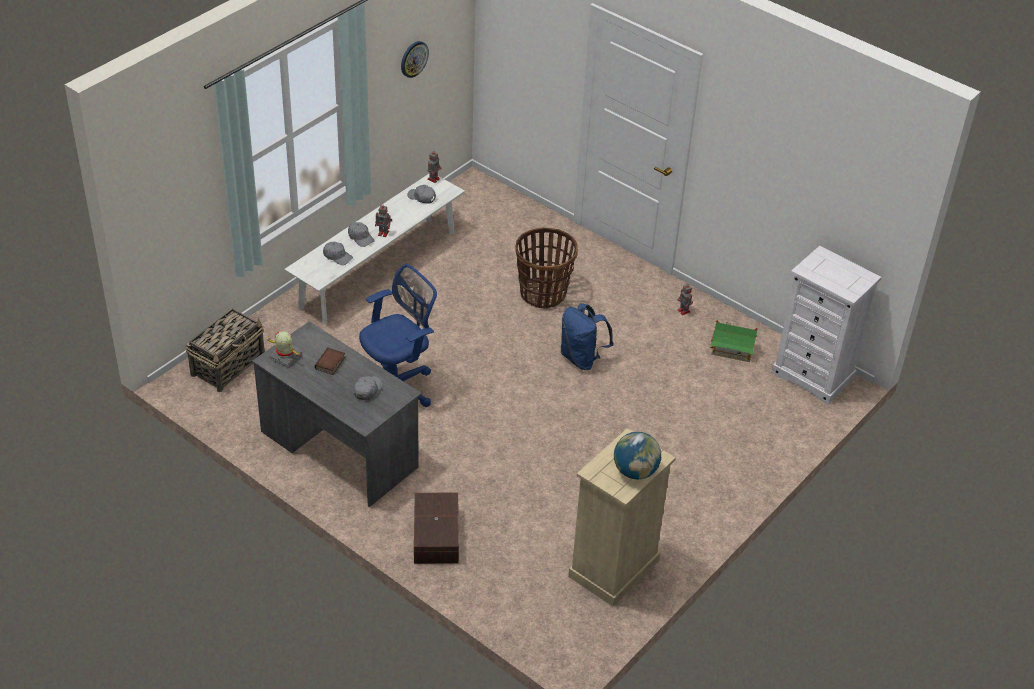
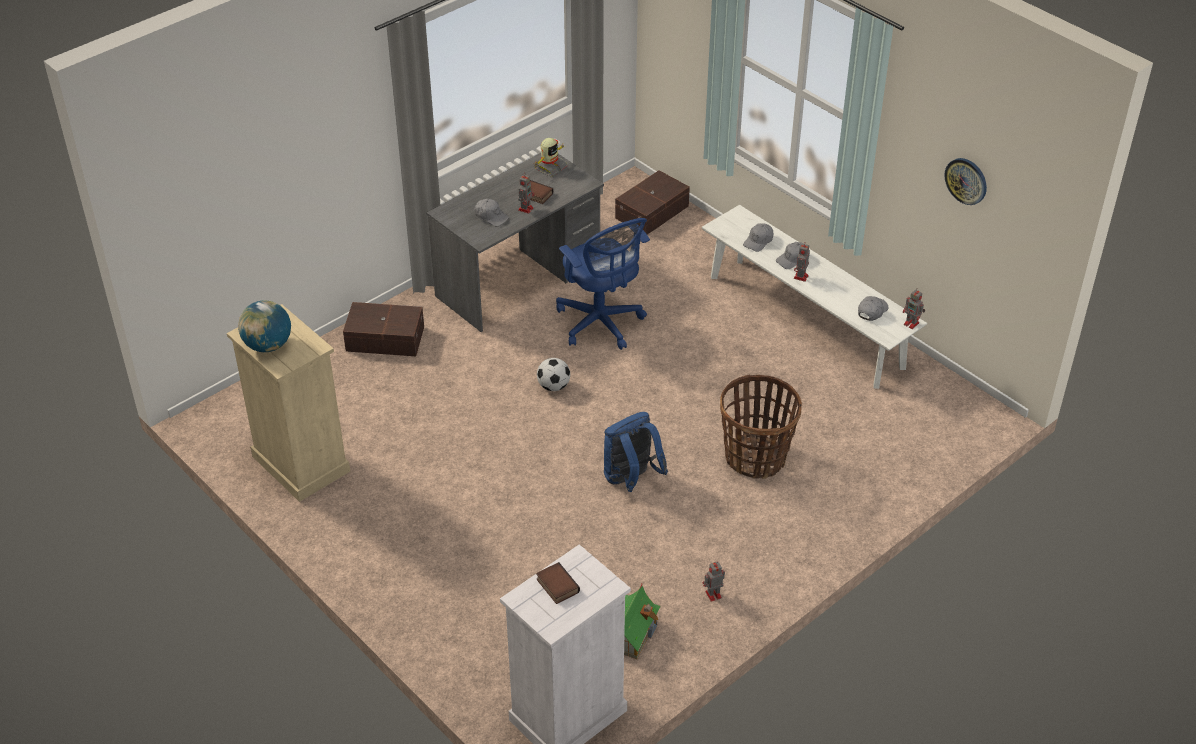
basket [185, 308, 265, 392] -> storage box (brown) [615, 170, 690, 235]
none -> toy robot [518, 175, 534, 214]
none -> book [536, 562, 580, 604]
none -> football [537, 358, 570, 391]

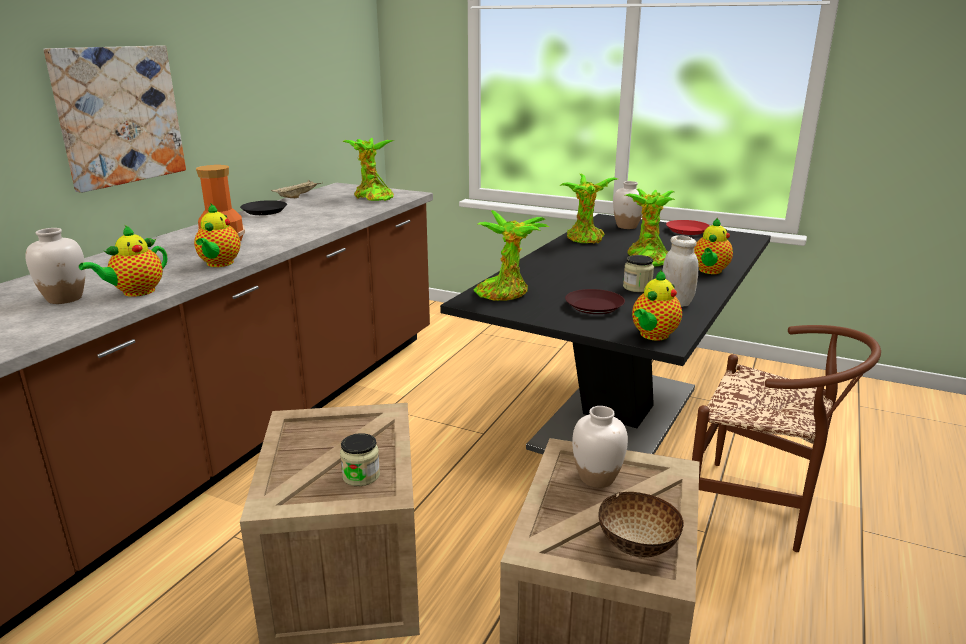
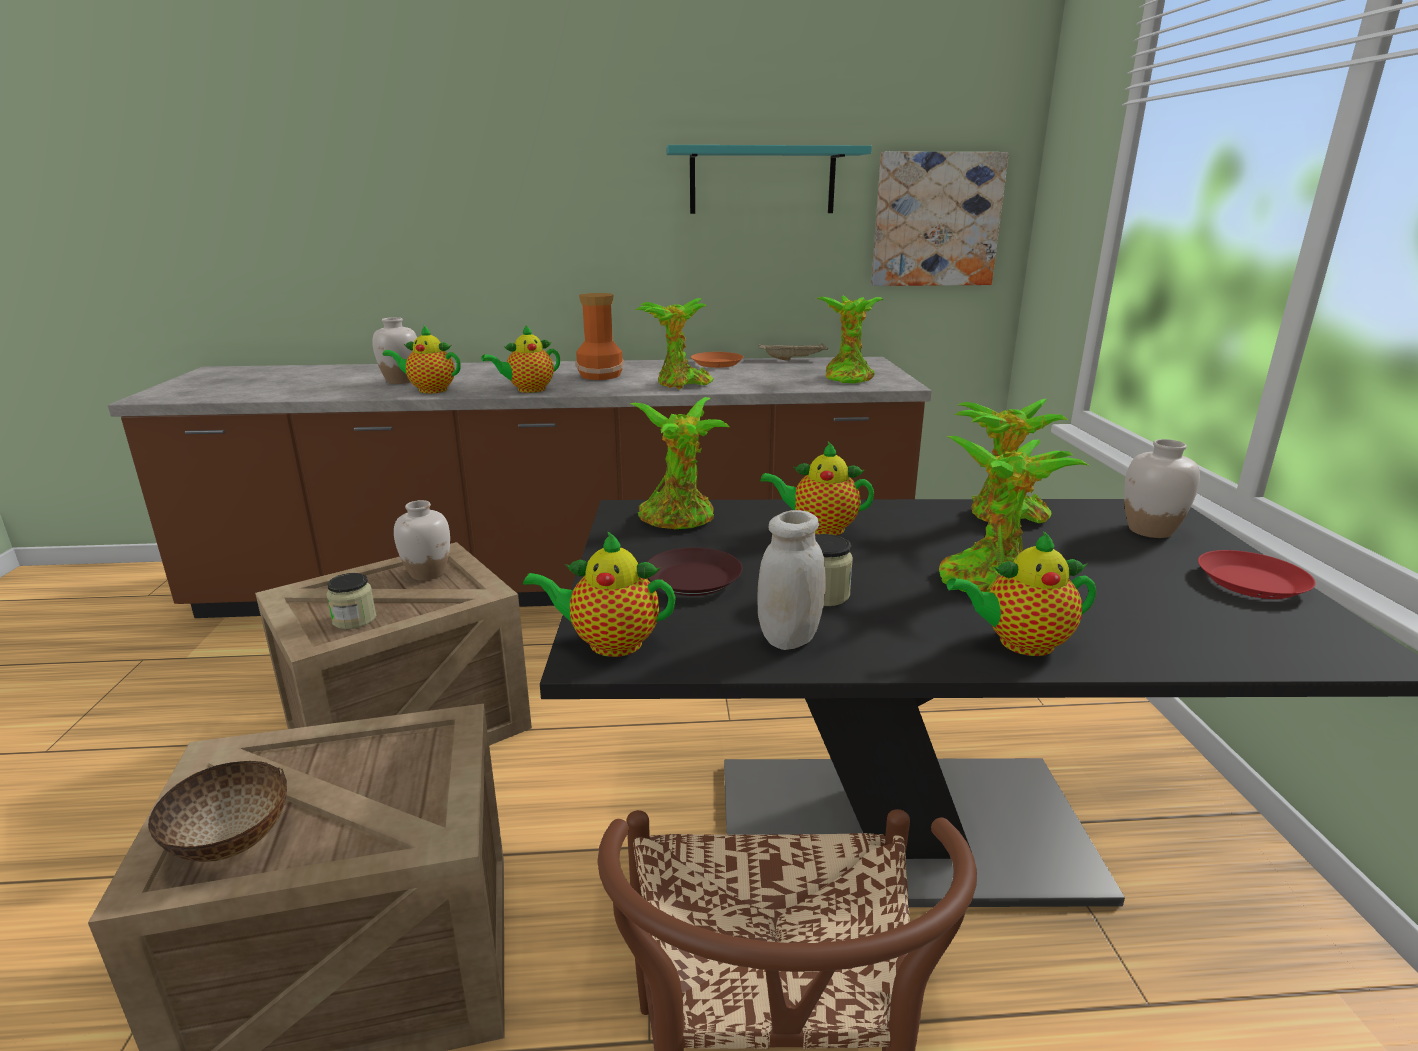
picture [43, 46, 186, 193] -> picture [871, 152, 1009, 286], shifted
plate (black) [240, 200, 287, 215] -> plate (orange) [691, 352, 744, 368]
vase (white) [572, 406, 628, 488] -> vase (white) [394, 500, 450, 581], shifted
none -> potted plant [636, 298, 713, 390]
none -> shelf (turquoise) [666, 145, 872, 214]
none -> teapot [760, 442, 874, 535]

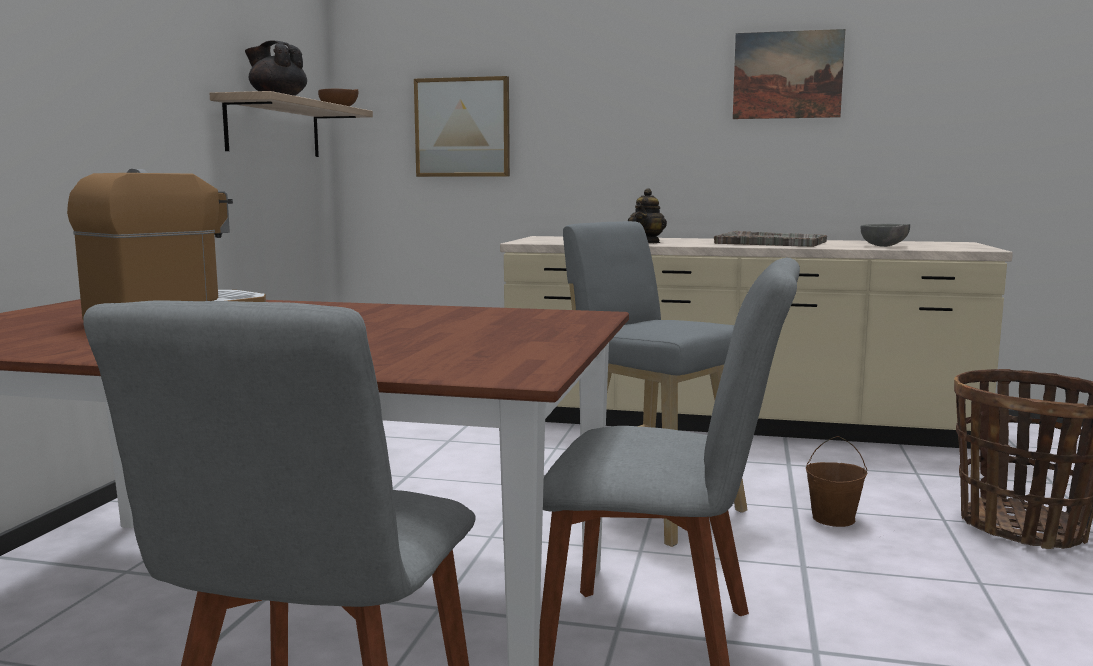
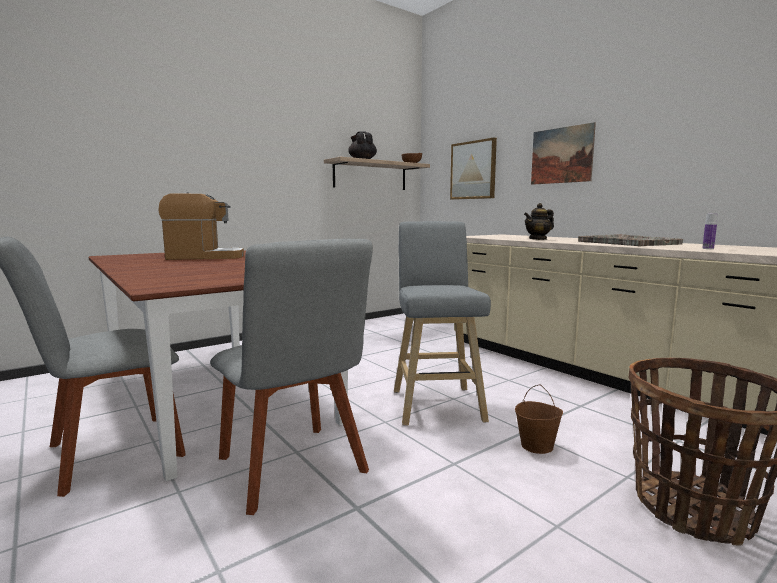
picture [733, 29, 845, 119] -> picture [531, 122, 596, 185], shifted
bowl (grey) [861, 224, 910, 247] -> bottle [702, 214, 718, 249]

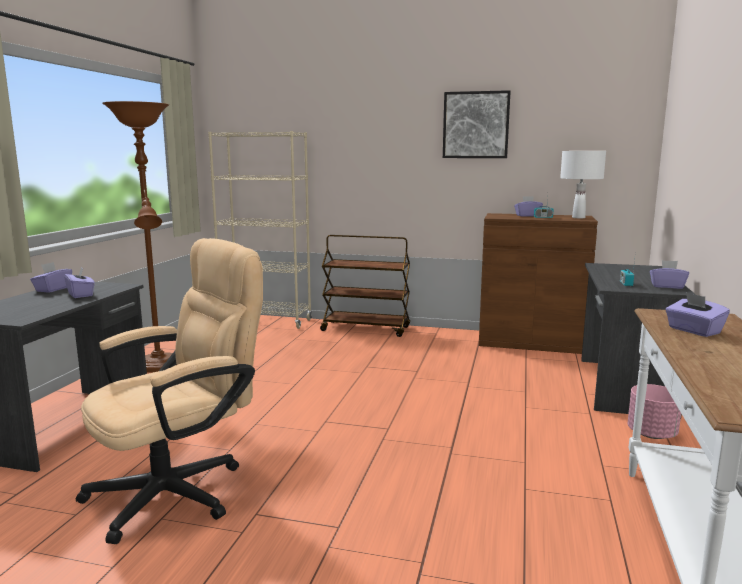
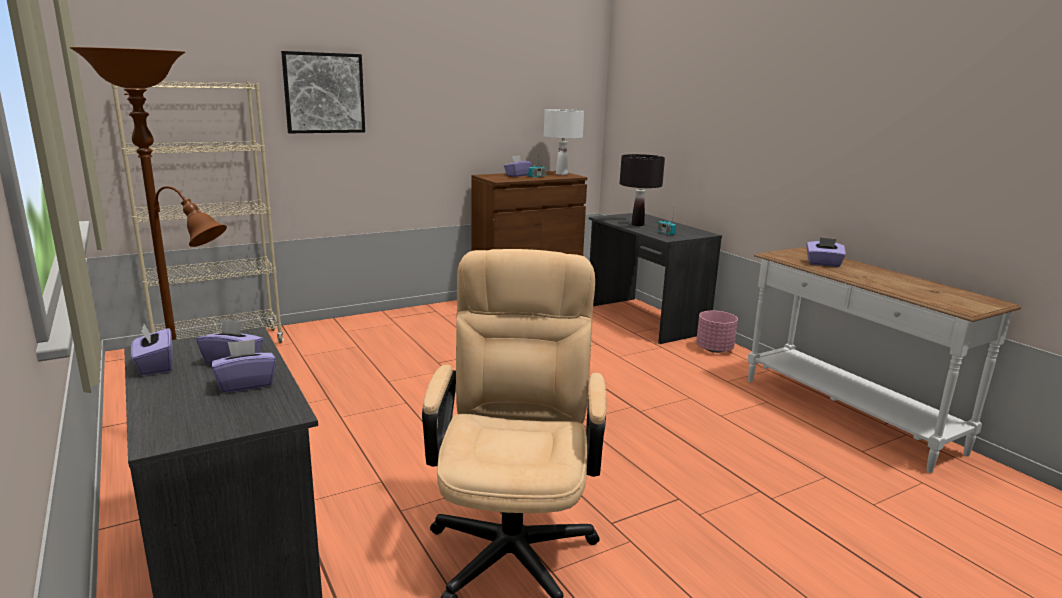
cart (brown) [320, 235, 410, 337] -> none
picture [443, 90, 511, 158] -> picture [281, 51, 365, 133], shifted
tissue box (purple) [650, 260, 689, 289] -> tissue box (purple) [212, 339, 276, 393], shifted
none -> table lamp (black) [620, 154, 665, 226]

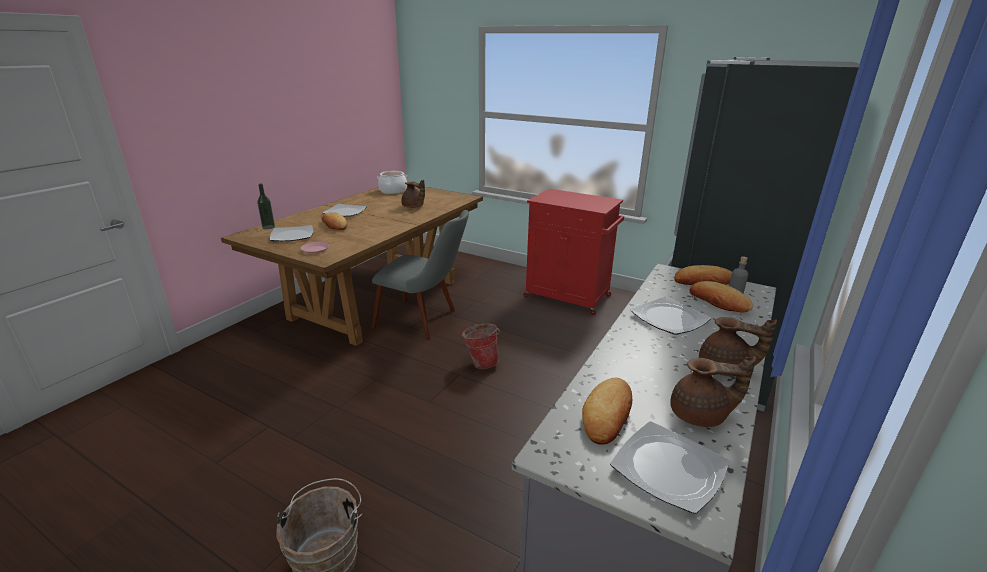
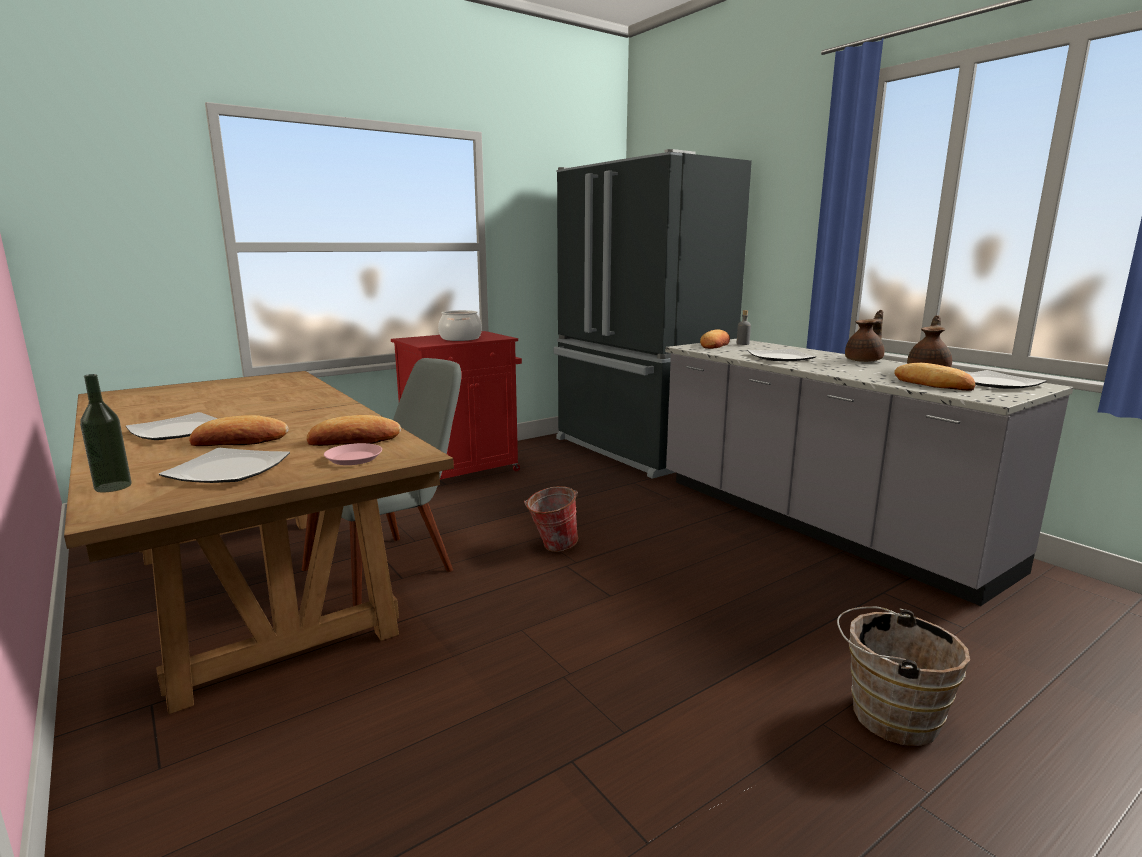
cooking pot [377, 171, 407, 194] -> cooking pot [438, 310, 482, 341], shifted
teapot (brown) [401, 180, 425, 208] -> none
bread [690, 281, 753, 313] -> bread [307, 415, 401, 446], shifted

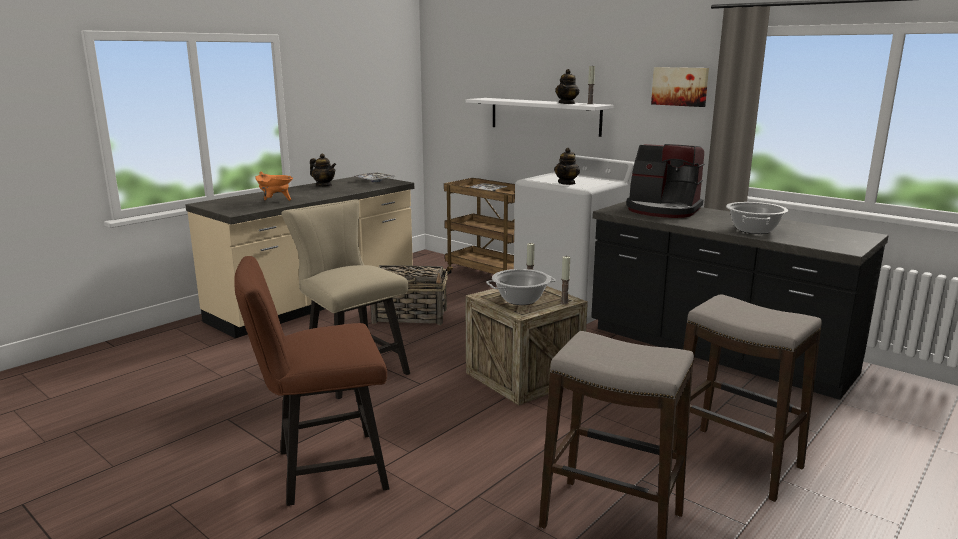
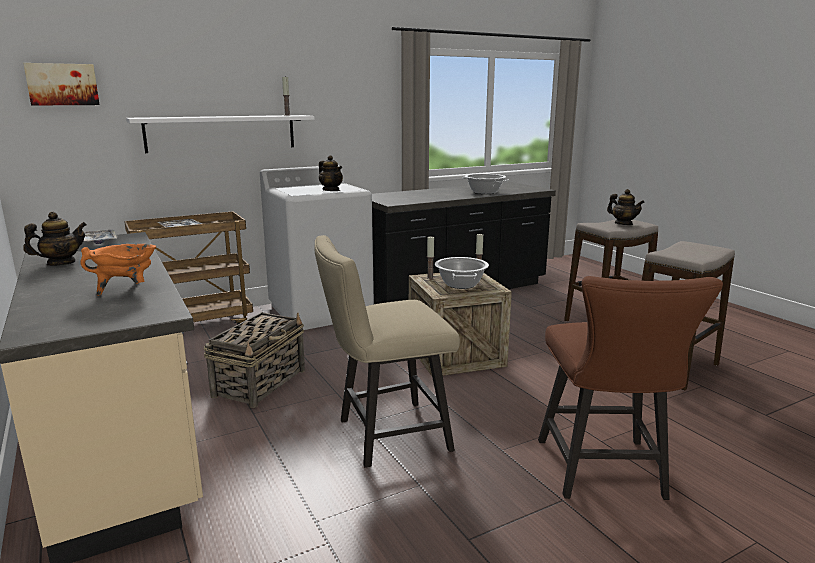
teapot [555, 69, 579, 104] -> teapot [607, 189, 645, 225], shifted
coffee machine [626, 144, 704, 218] -> none
picture [651, 67, 709, 107] -> picture [23, 63, 100, 106], shifted

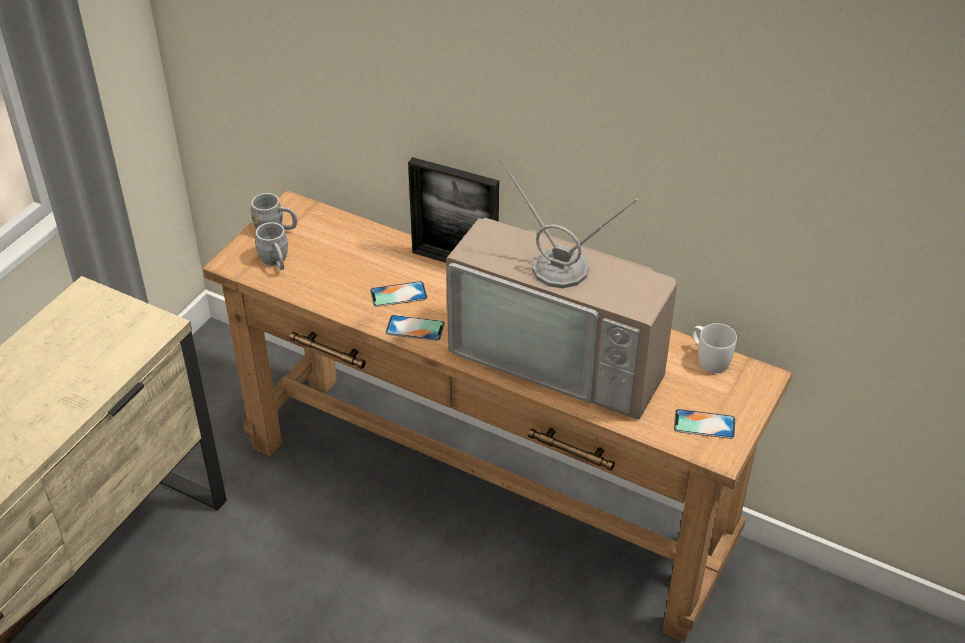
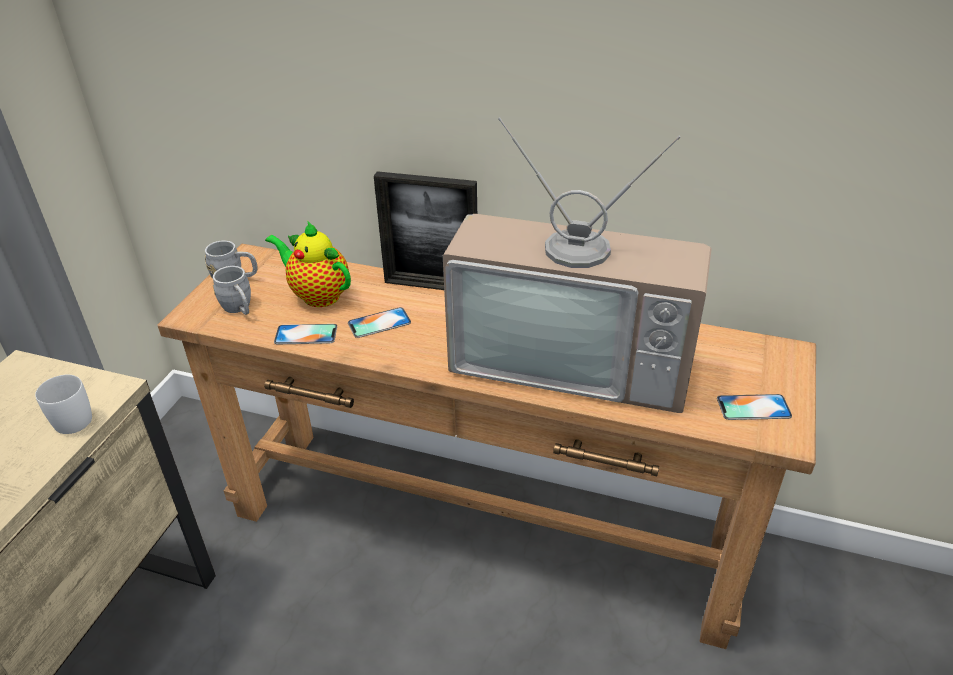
phone [386, 315, 445, 341] -> phone [274, 324, 337, 344], shifted
mug (white) [693, 323, 737, 373] -> mug (white) [35, 375, 92, 434], shifted
none -> teapot [265, 221, 351, 307]

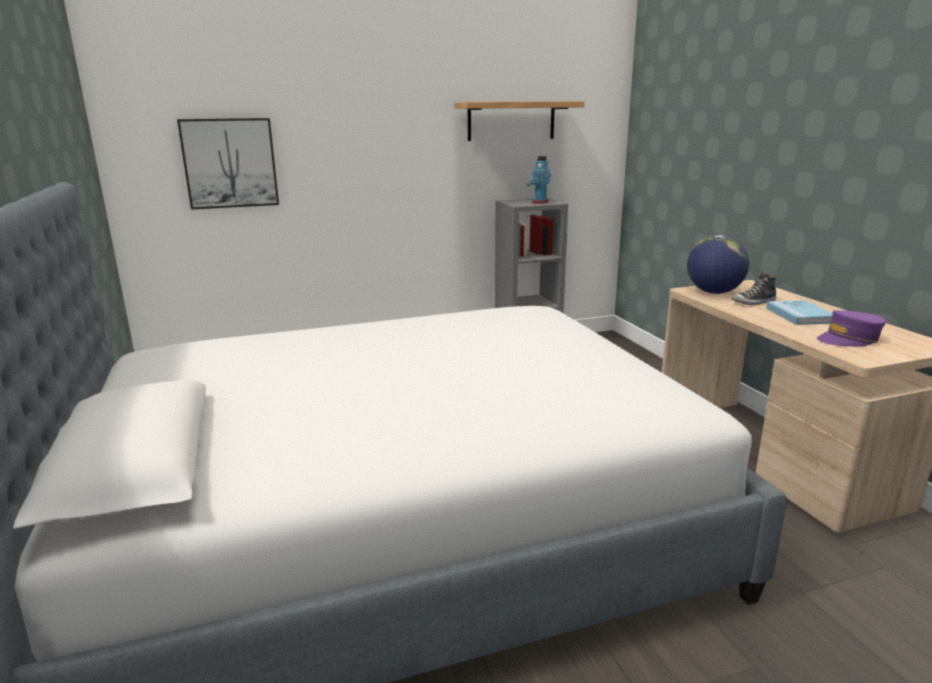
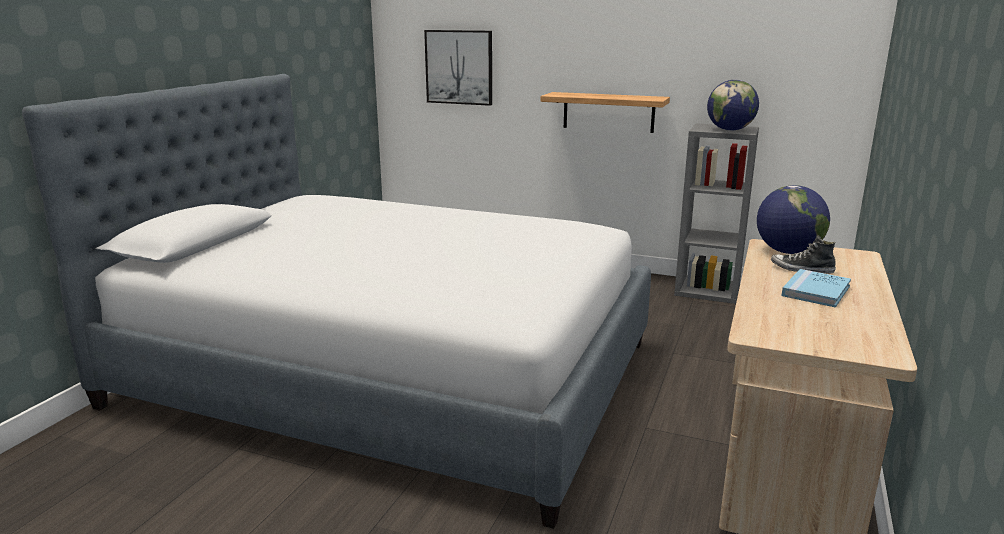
shelf [455, 101, 584, 141] -> shelf [541, 92, 670, 133], shifted
toy robot [527, 156, 551, 204] -> globe [707, 80, 759, 131]
cap (purple) [817, 310, 886, 347] -> none

